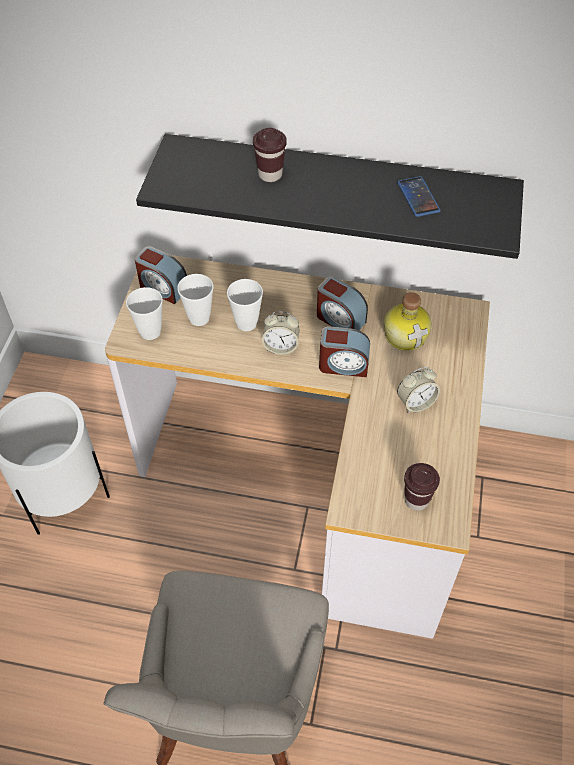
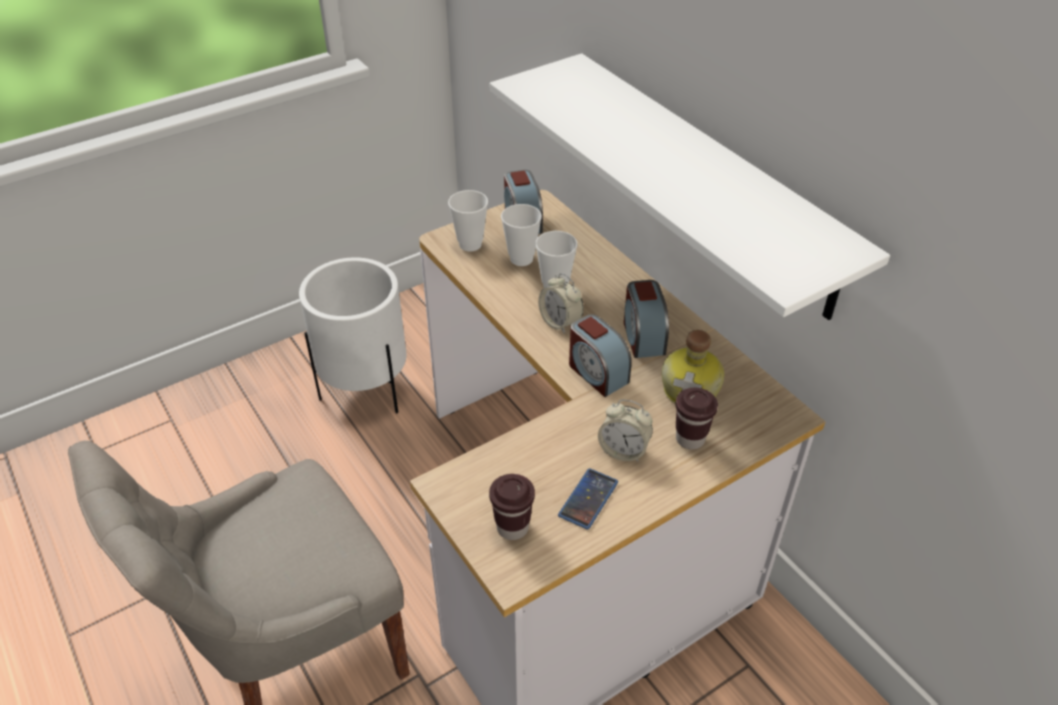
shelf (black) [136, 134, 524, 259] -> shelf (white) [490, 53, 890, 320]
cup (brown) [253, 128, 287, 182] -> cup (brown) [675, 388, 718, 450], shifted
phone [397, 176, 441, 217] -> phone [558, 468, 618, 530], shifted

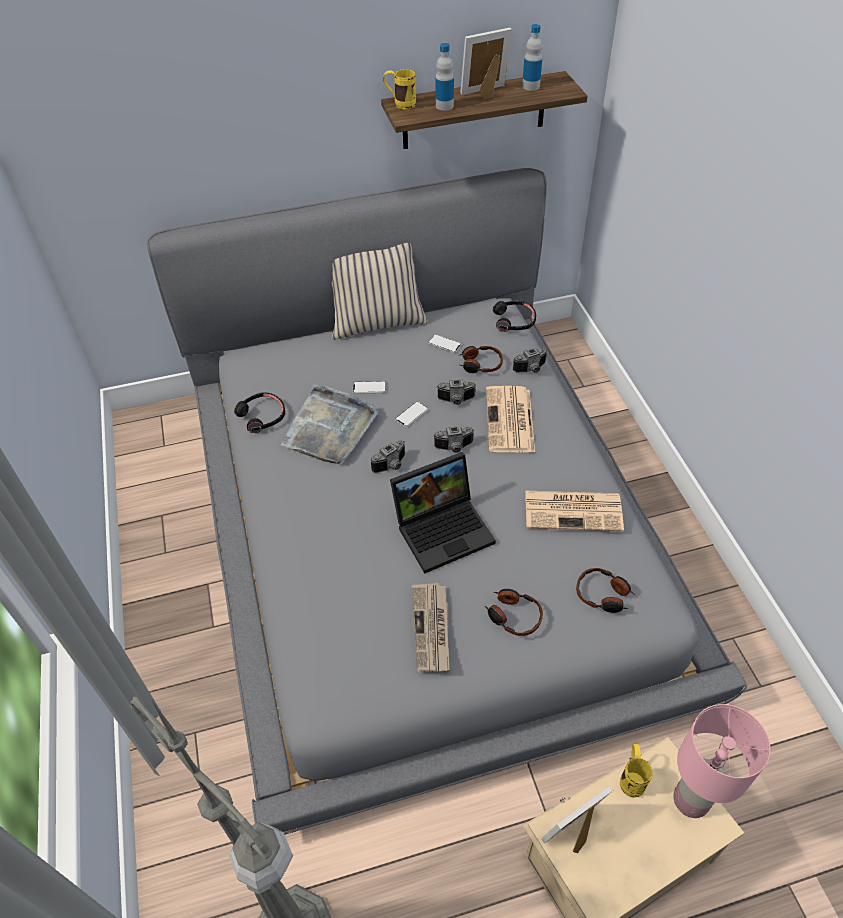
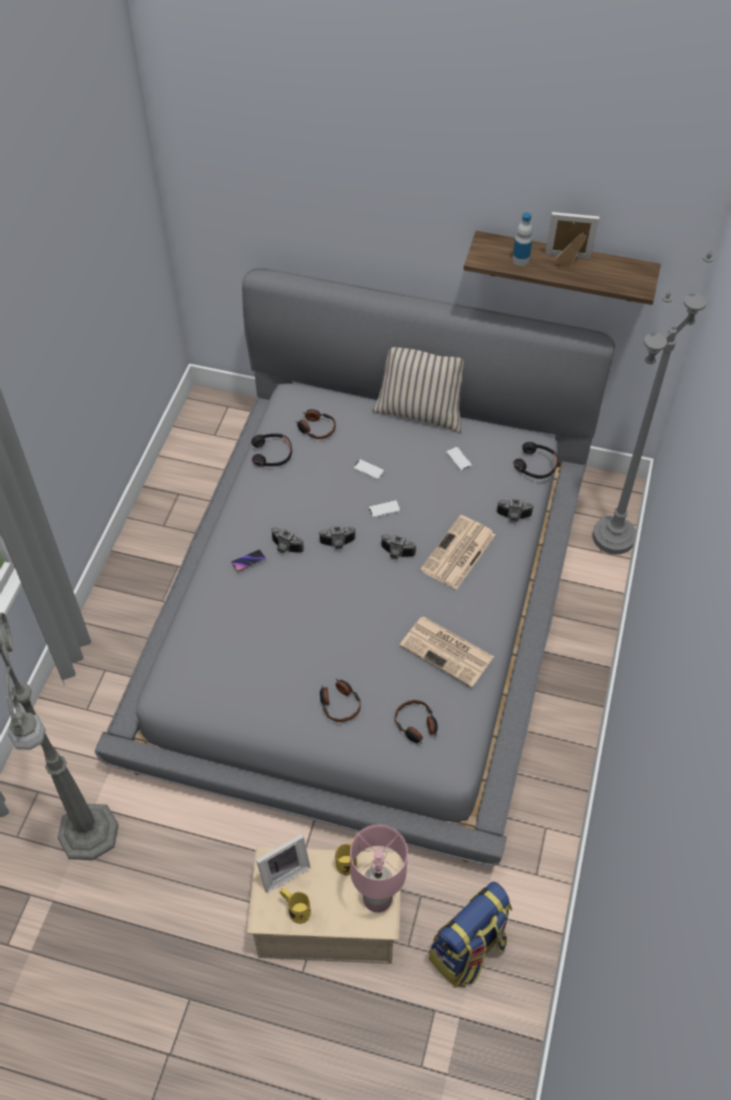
tray (grey) [281, 384, 379, 464] -> none
mug (yellow) [383, 69, 416, 110] -> mug (yellow) [279, 888, 311, 924], shifted
laptop [390, 452, 496, 574] -> none
newspaper [411, 583, 450, 673] -> none
photo camera [437, 379, 476, 405] -> photo camera [271, 527, 304, 553], shifted
headphones [460, 346, 503, 373] -> headphones [295, 409, 336, 439], shifted
bottle [522, 24, 543, 91] -> none
picture frame [542, 786, 613, 853] -> picture frame [256, 834, 311, 893], 150 degrees clockwise
none -> phone [231, 549, 266, 572]
none -> backpack [429, 882, 512, 987]
none -> floor lamp (grey) [593, 250, 713, 555]

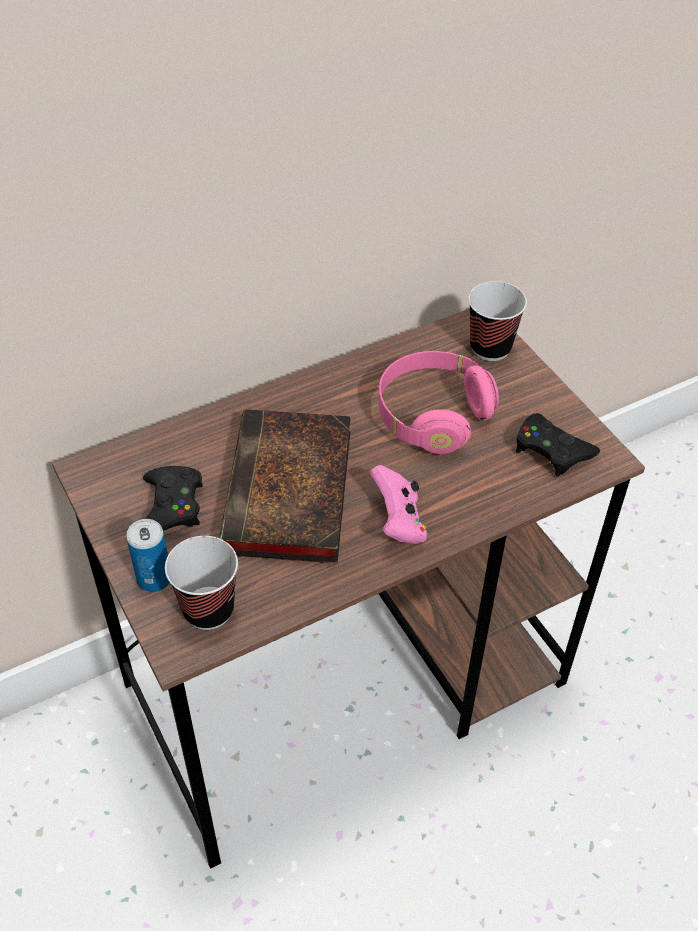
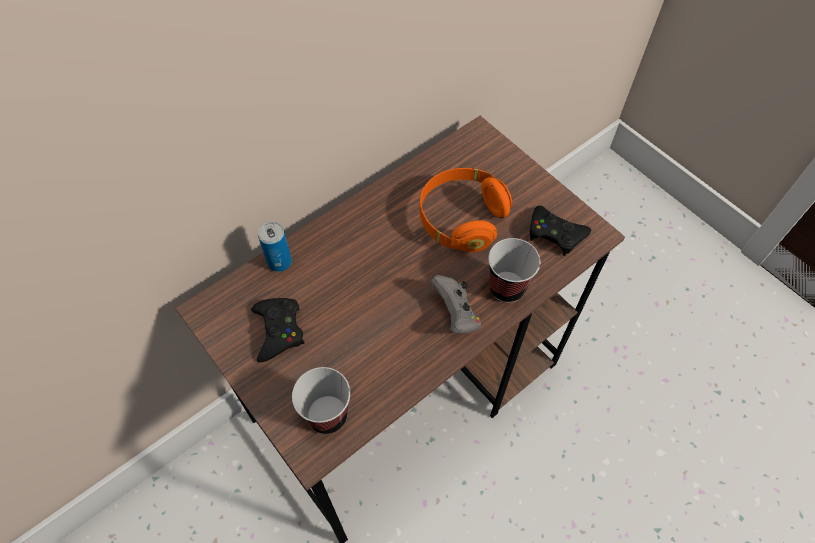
can [126, 519, 170, 592] -> can [258, 222, 292, 272], shifted
book [219, 409, 351, 563] -> none
game controller (pink) [370, 465, 427, 544] -> game controller (grey) [430, 275, 481, 334]
headphones (pink) [378, 351, 499, 454] -> headphones (orange) [420, 168, 512, 252]
cup [468, 281, 527, 361] -> cup [488, 238, 540, 303], shifted

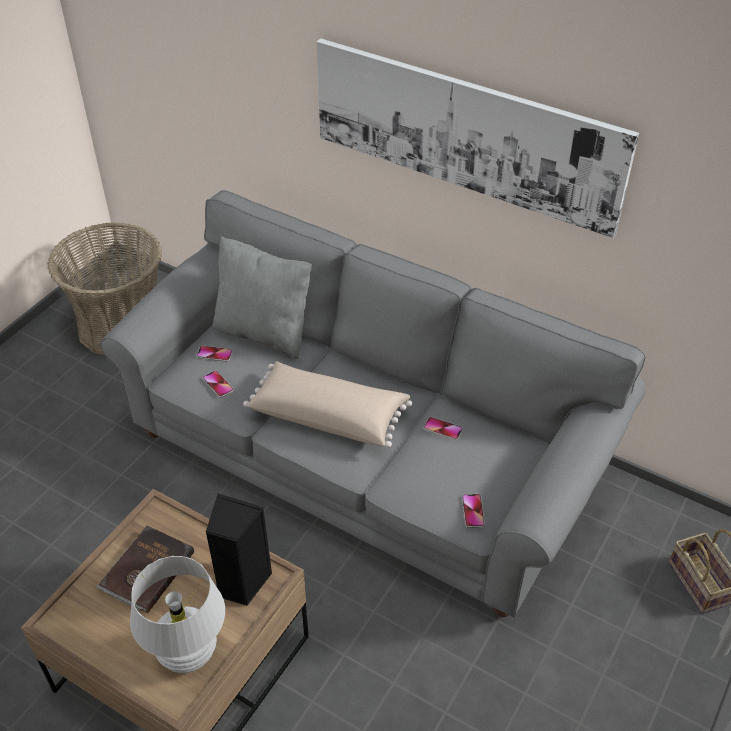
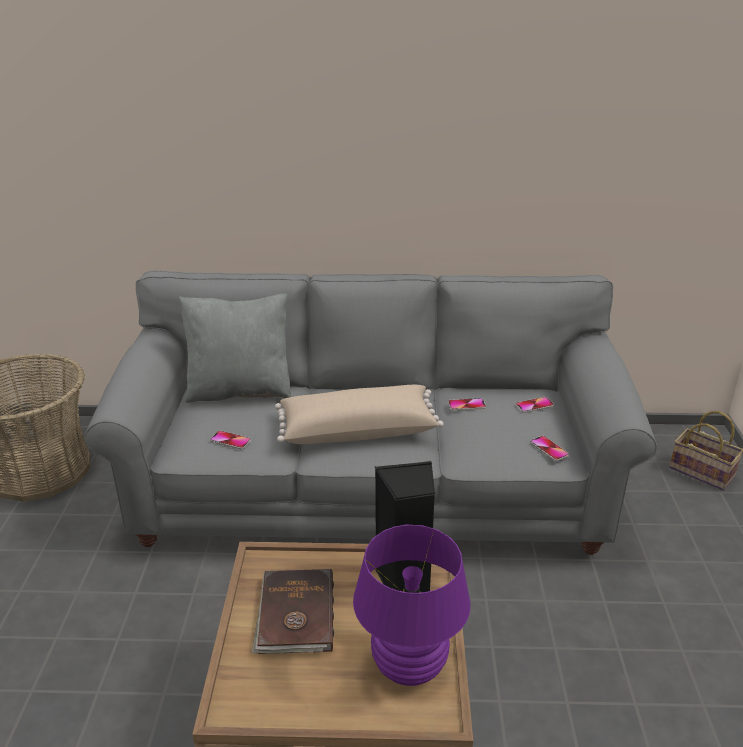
table lamp (white) [130, 556, 225, 673] -> table lamp (purple) [353, 525, 471, 686]
phone [196, 345, 233, 362] -> phone [515, 397, 554, 413], shifted
picture [317, 38, 639, 238] -> none

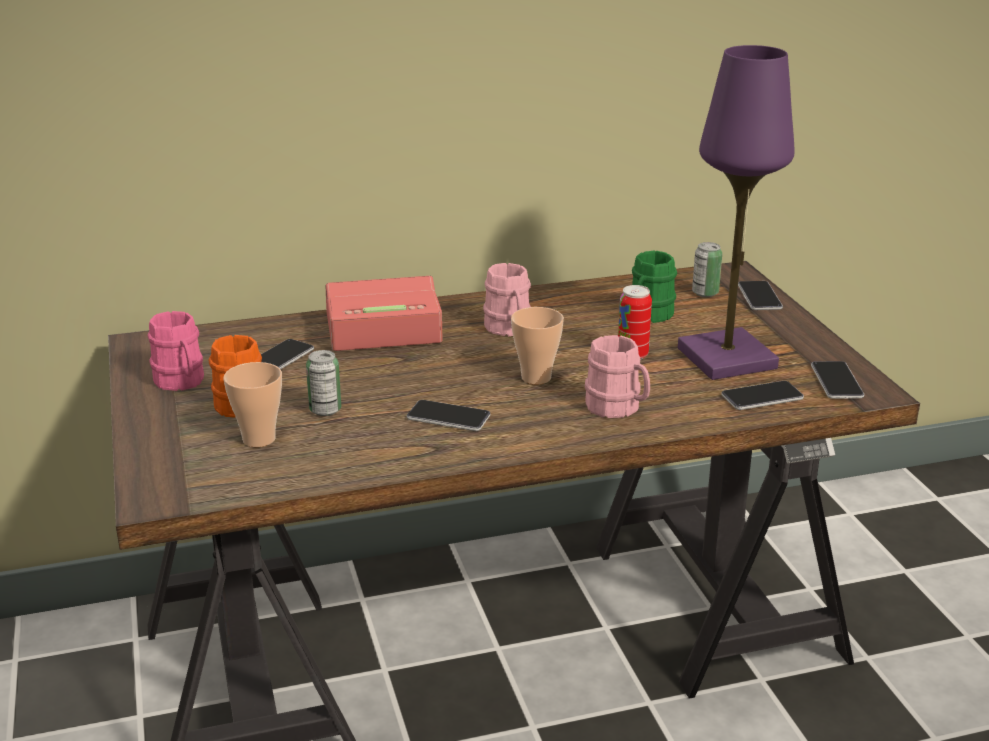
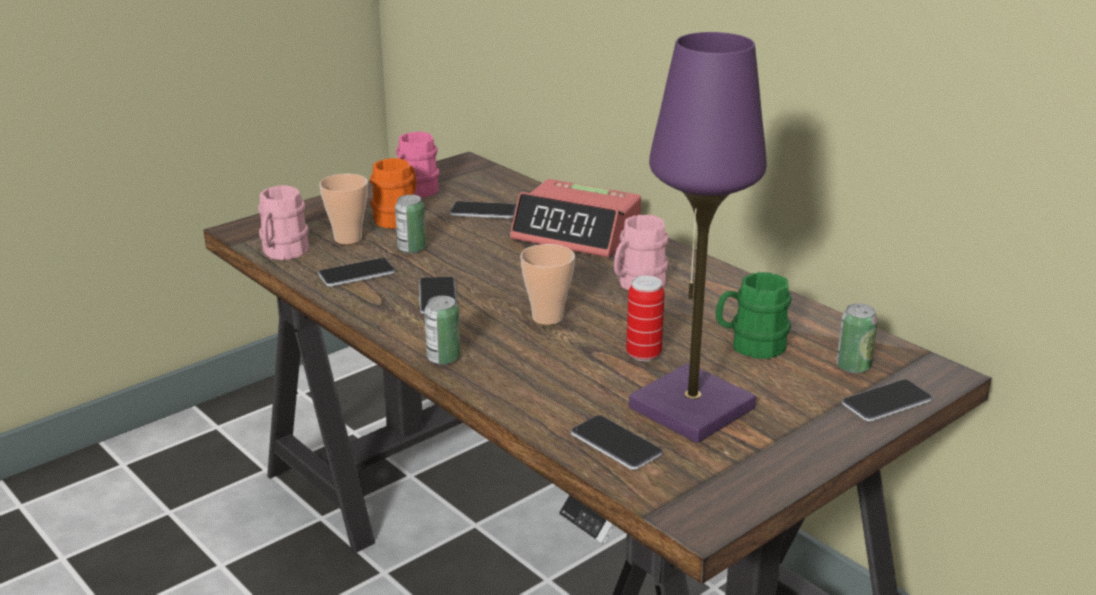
alarm clock [326, 276, 443, 351] -> alarm clock [510, 179, 641, 258], 150 degrees clockwise
mug (pink) [585, 335, 650, 418] -> mug (pink) [258, 185, 309, 260], shifted
phone [811, 361, 864, 399] -> phone [318, 258, 395, 287], shifted
none -> can [424, 296, 461, 365]

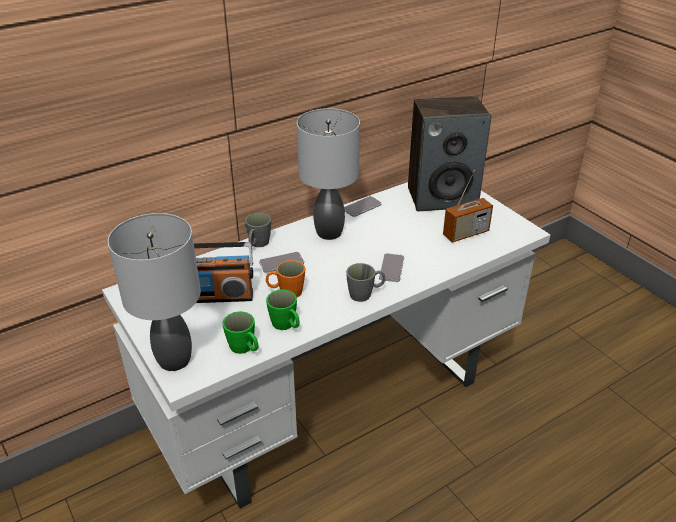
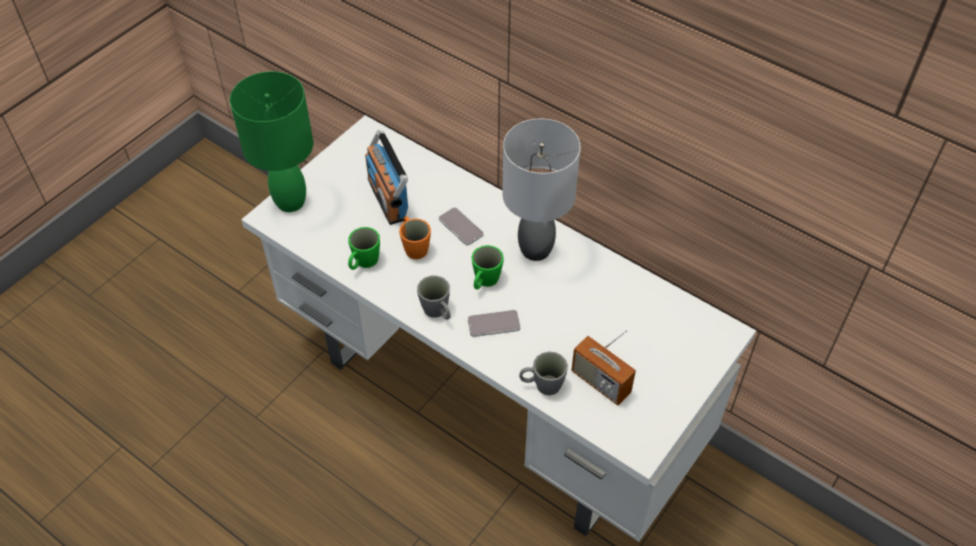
table lamp (grey) [108, 213, 201, 371] -> table lamp (green) [230, 71, 313, 212]
mug (green) [222, 311, 258, 354] -> mug (green) [472, 245, 504, 289], shifted
mug (grey) [245, 213, 271, 247] -> mug (grey) [519, 352, 568, 395], shifted
phone [344, 196, 381, 217] -> none
speaker [408, 96, 491, 211] -> none

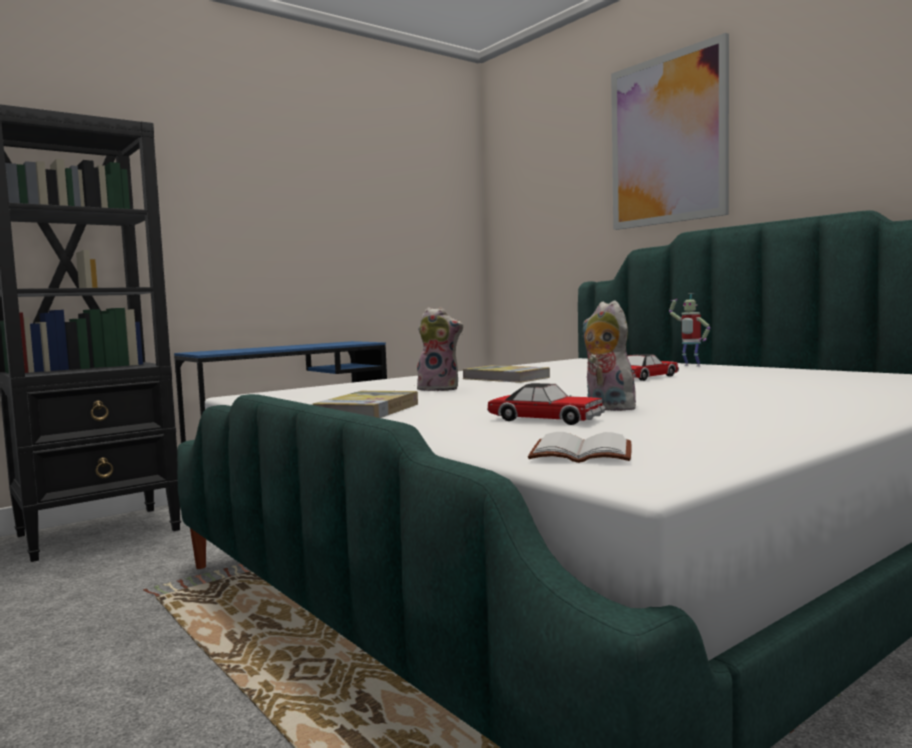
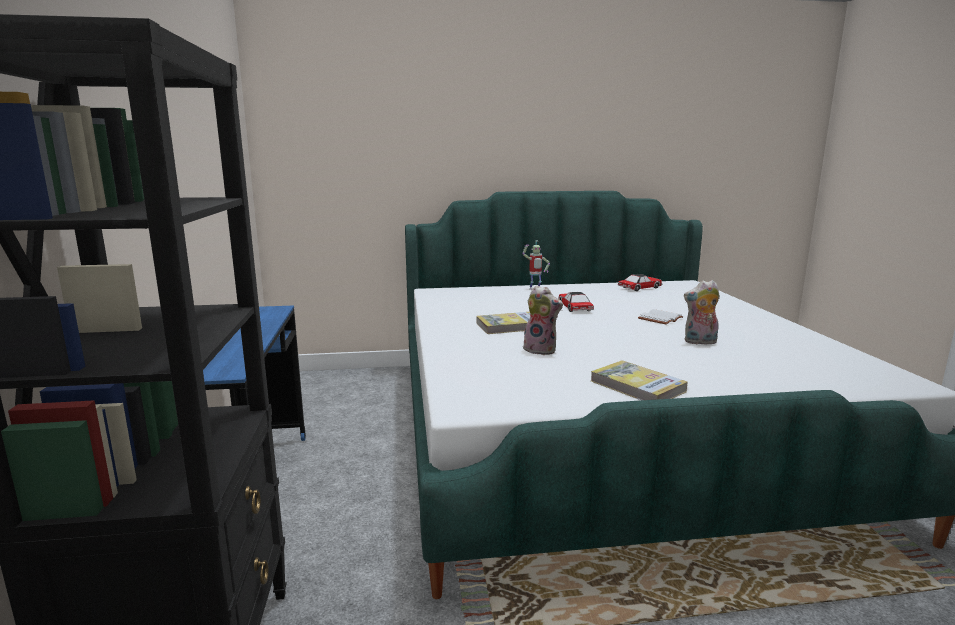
plush toy [417, 307, 463, 391] -> plush toy [523, 285, 563, 355], 75 degrees clockwise
toy car [487, 383, 606, 425] -> toy car [618, 274, 662, 291], shifted
book (white) [528, 432, 632, 463] -> book (white) [638, 309, 683, 325], shifted
picture [611, 33, 729, 230] -> none

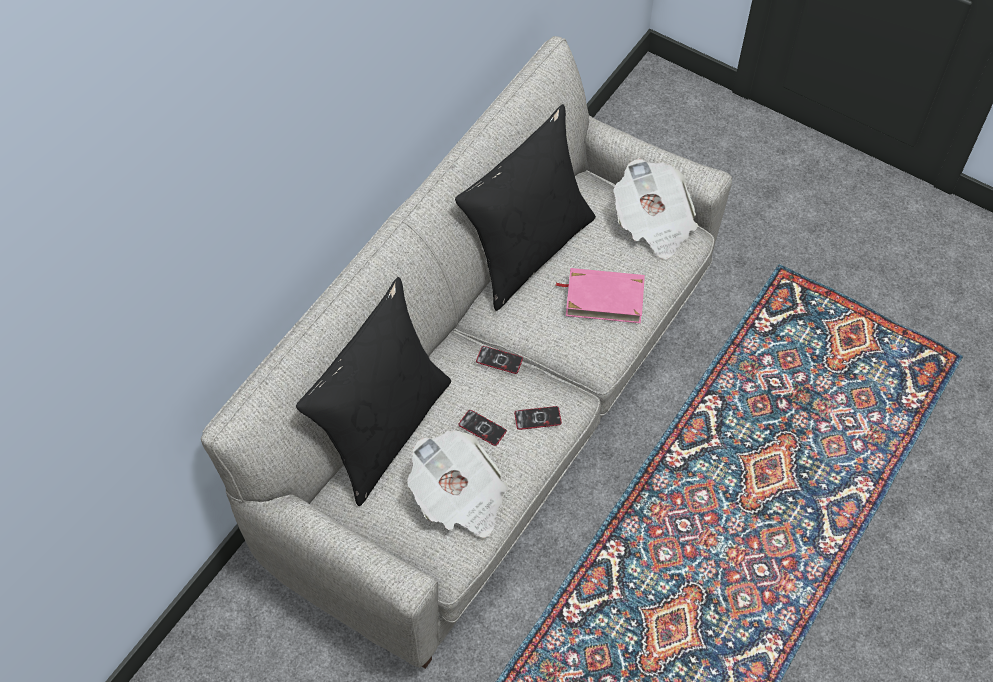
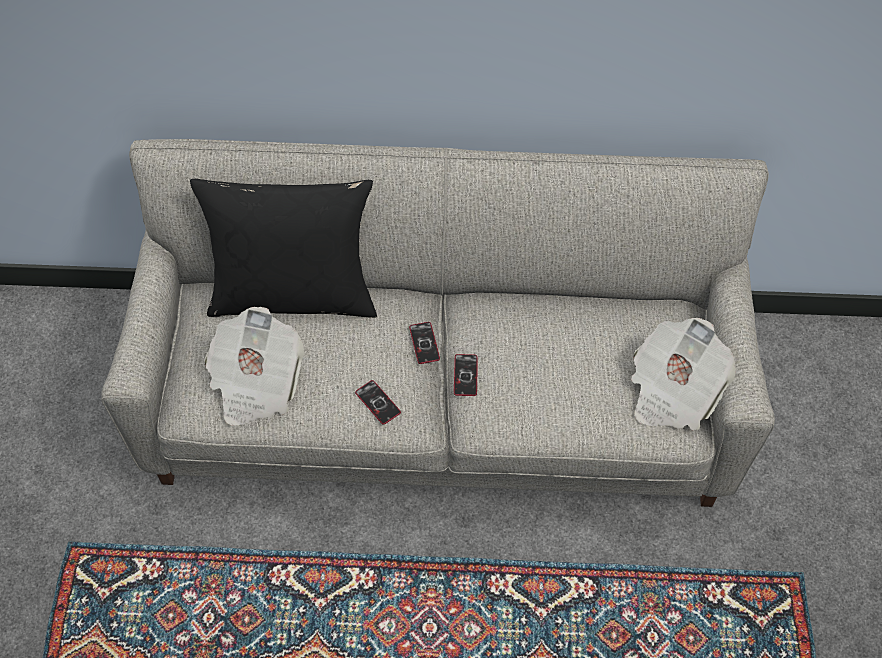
pillow (black) [455, 104, 596, 311] -> none
phone [458, 410, 507, 446] -> phone [454, 354, 478, 396], shifted
book (pink) [555, 268, 645, 323] -> none

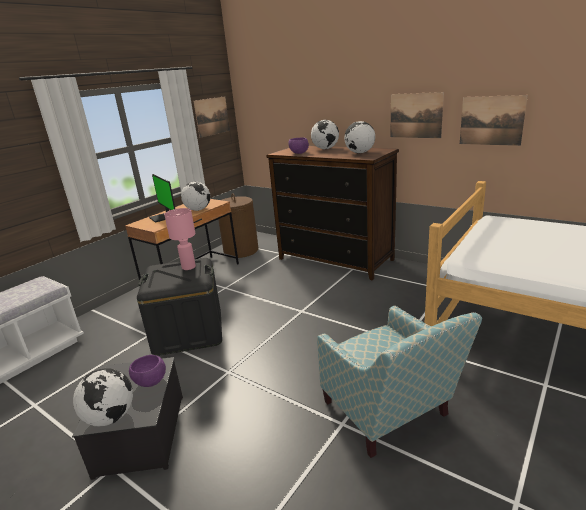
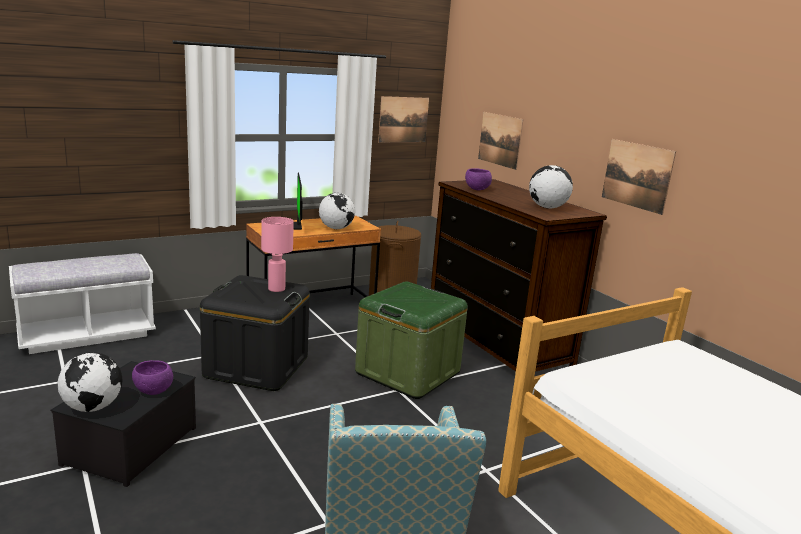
globe [311, 120, 339, 149] -> none
picture [460, 95, 528, 146] -> picture [478, 112, 524, 170], shifted
none -> storage box (green) [355, 281, 468, 399]

